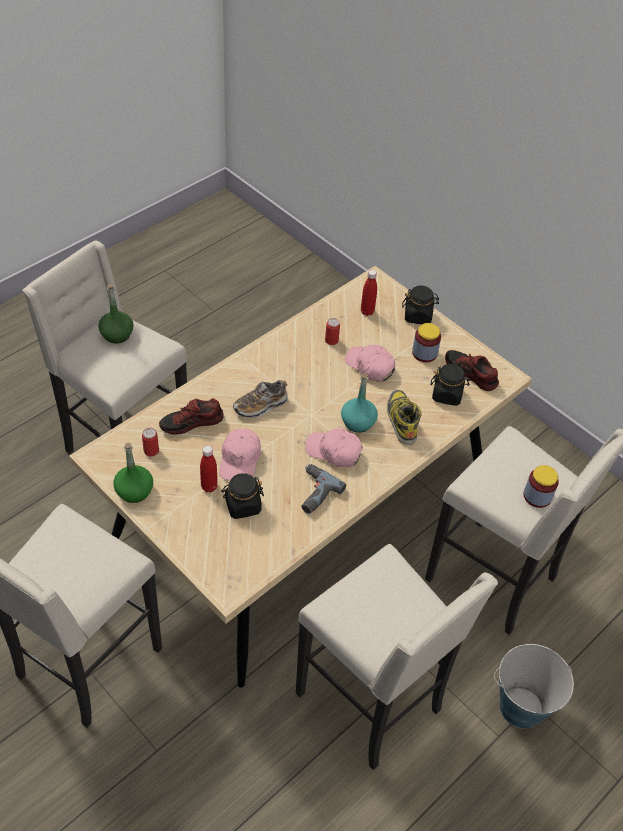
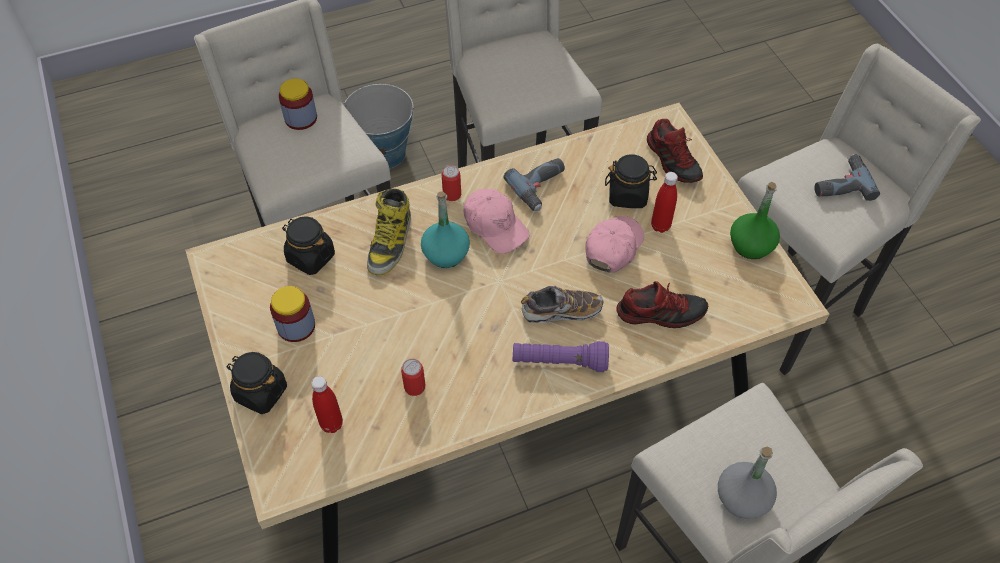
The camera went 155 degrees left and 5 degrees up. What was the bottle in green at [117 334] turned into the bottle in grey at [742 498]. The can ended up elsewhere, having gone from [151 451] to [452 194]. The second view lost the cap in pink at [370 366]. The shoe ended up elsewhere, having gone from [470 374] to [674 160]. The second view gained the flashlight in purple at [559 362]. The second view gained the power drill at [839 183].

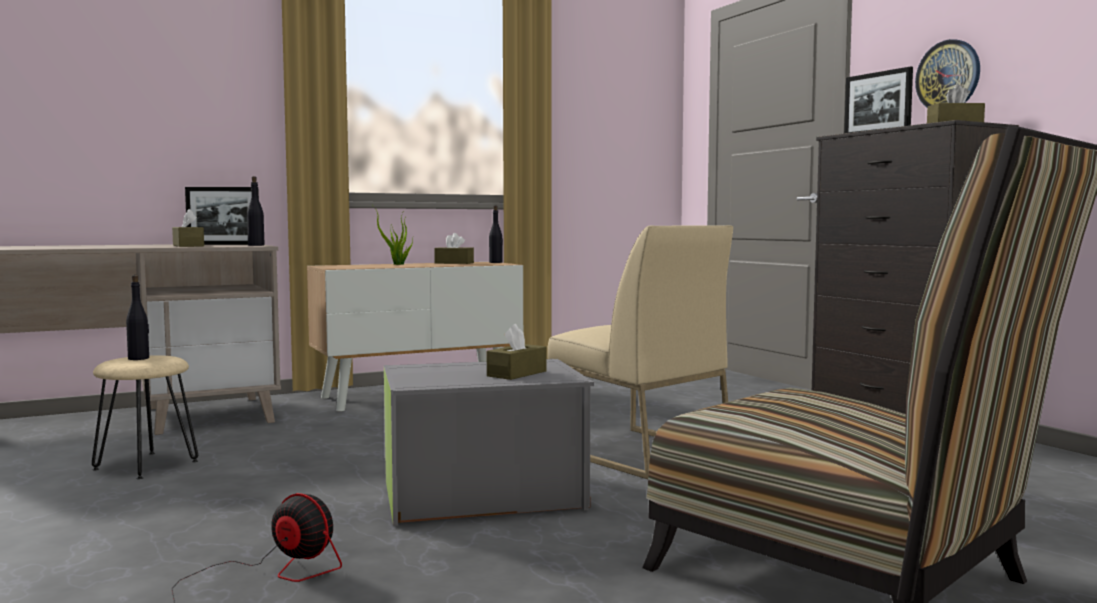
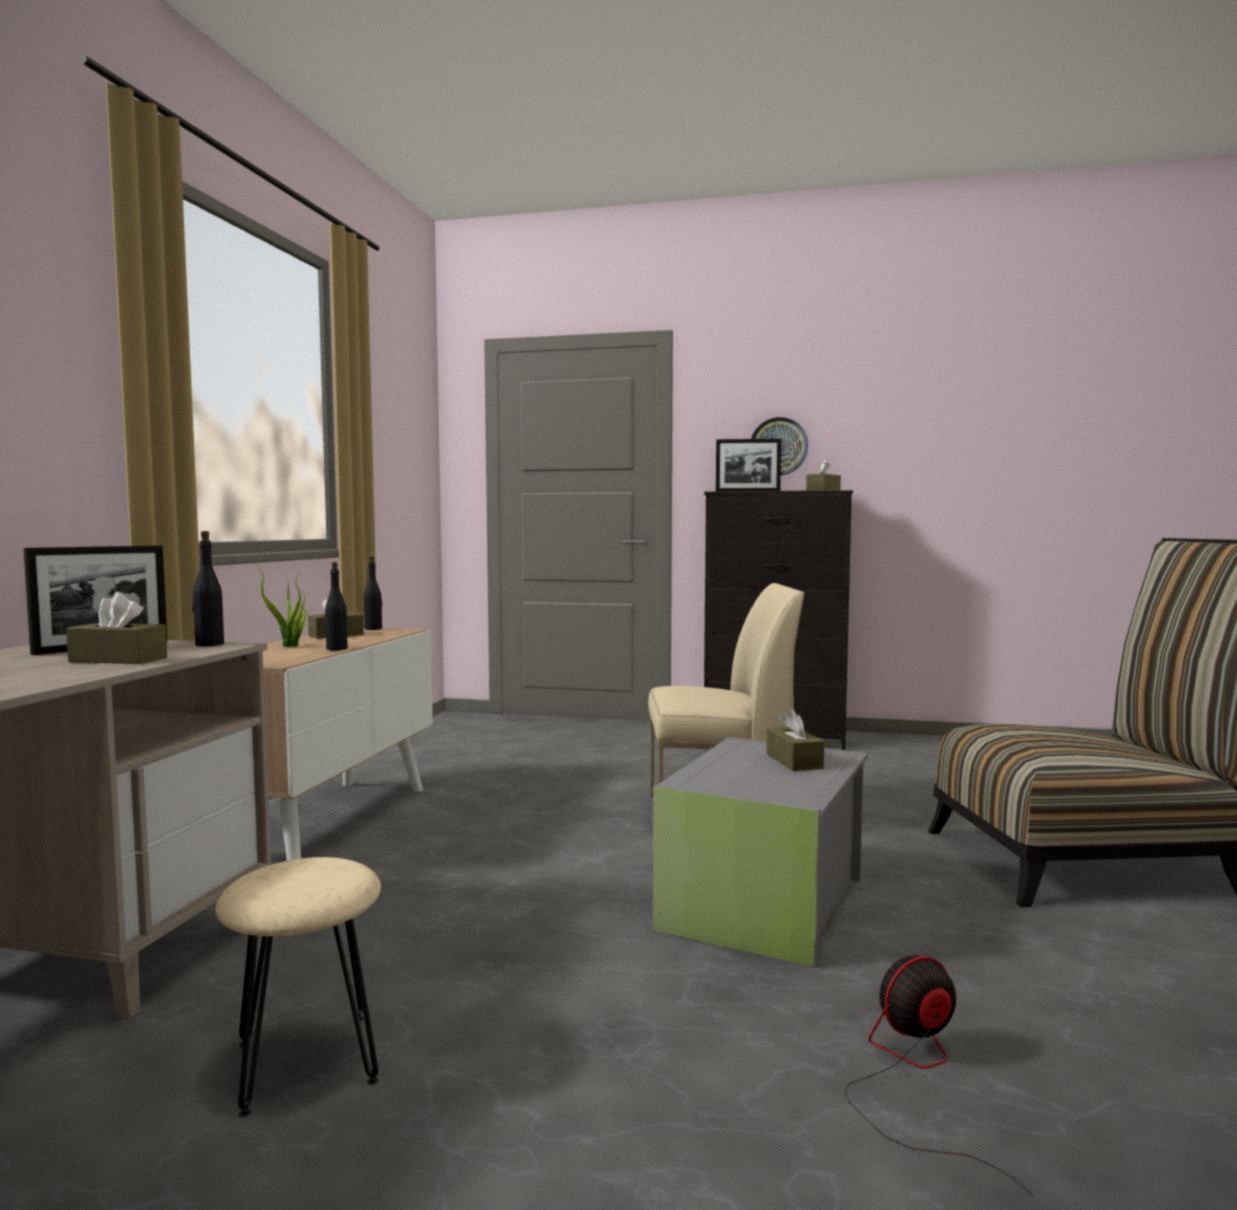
The camera went 50 degrees left and 0 degrees up. The bottle in black ended up elsewhere, having gone from [139 358] to [337 649].

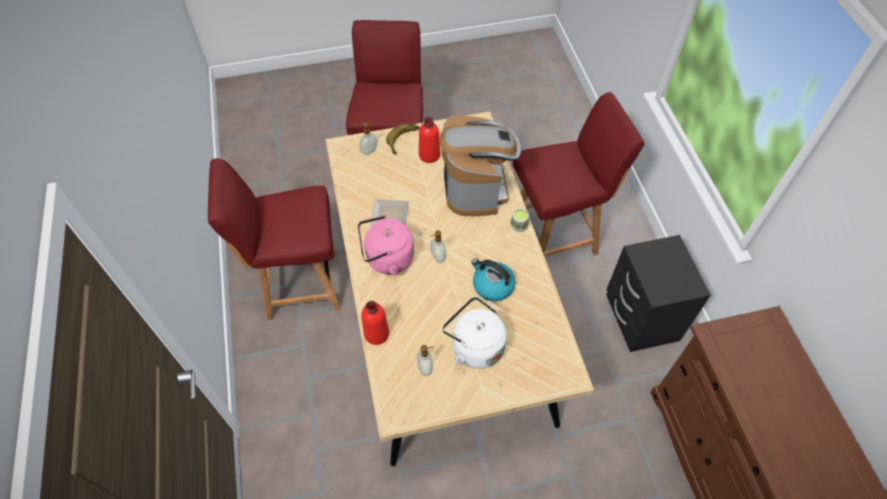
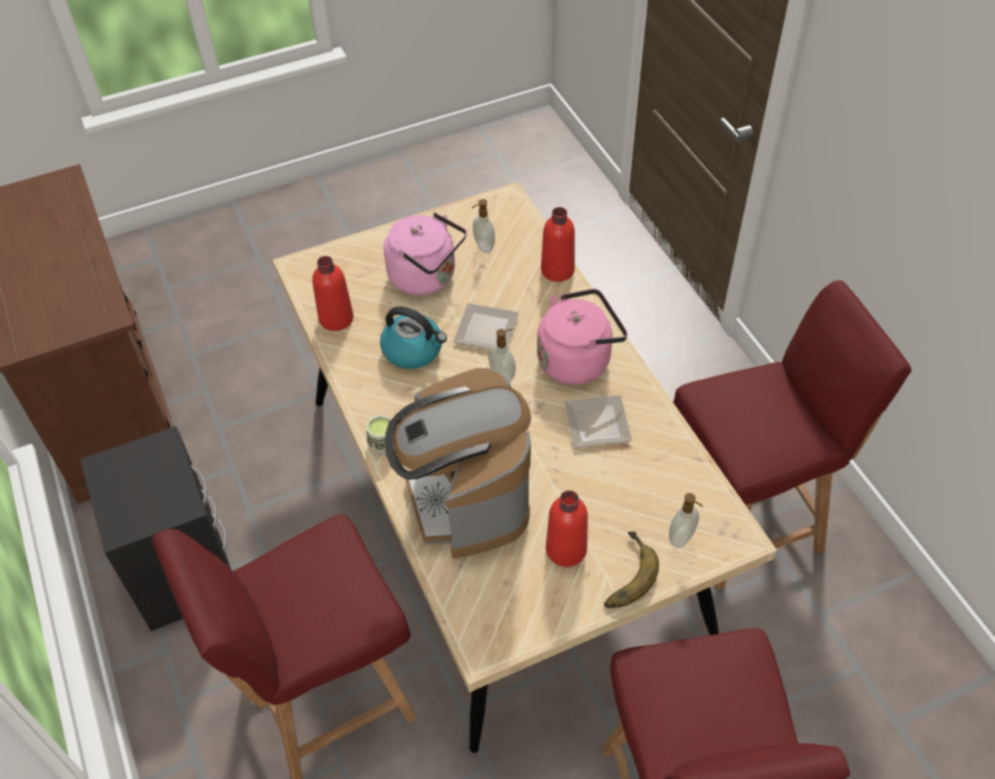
The camera went 170 degrees right and 5 degrees down. What was the kettle in white at [474 346] turned into the kettle in pink at [426 277]. The second view gained the bottle in red at [336 318]. The second view gained the plate at [488 329].

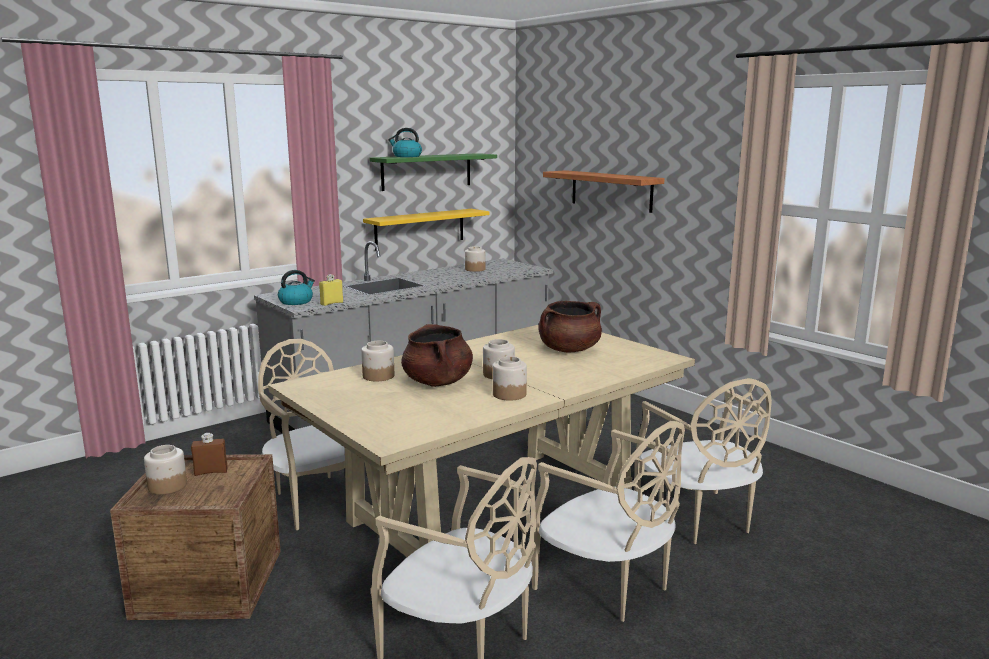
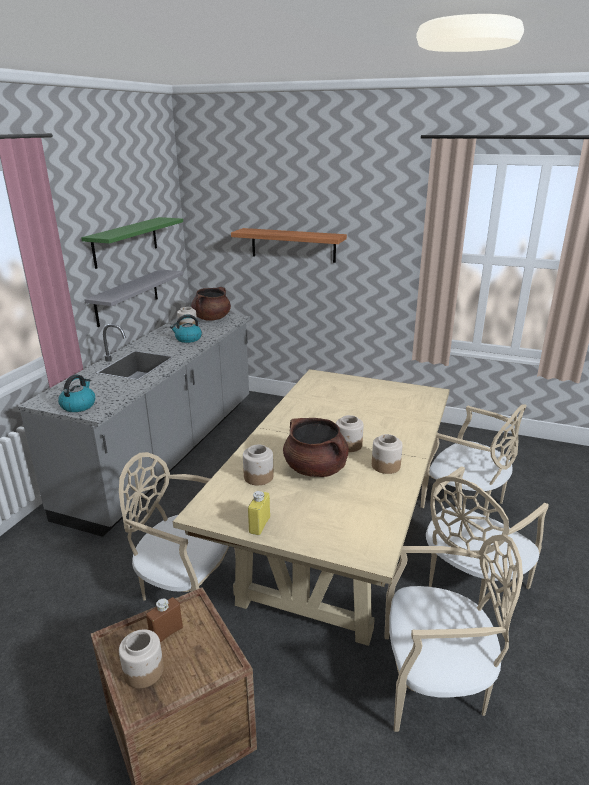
The camera went 30 degrees left and 10 degrees up. The bottle in yellow ended up elsewhere, having gone from [332 303] to [259 525]. What was the shelf in yellow at [420 229] turned into the shelf in grey at [127 297]. The kettle ended up elsewhere, having gone from [406 156] to [188 339]. The chair in beige at [607 585] ended up facing another way, 120 degrees clockwise from before. The cooking pot in brown ended up elsewhere, having gone from [569 350] to [212 318].

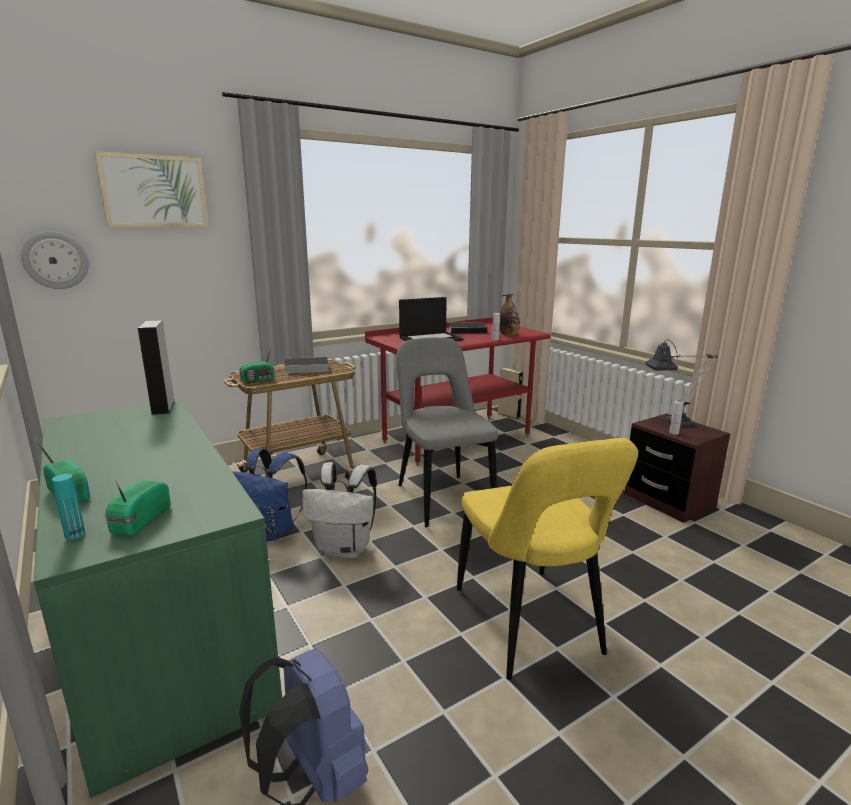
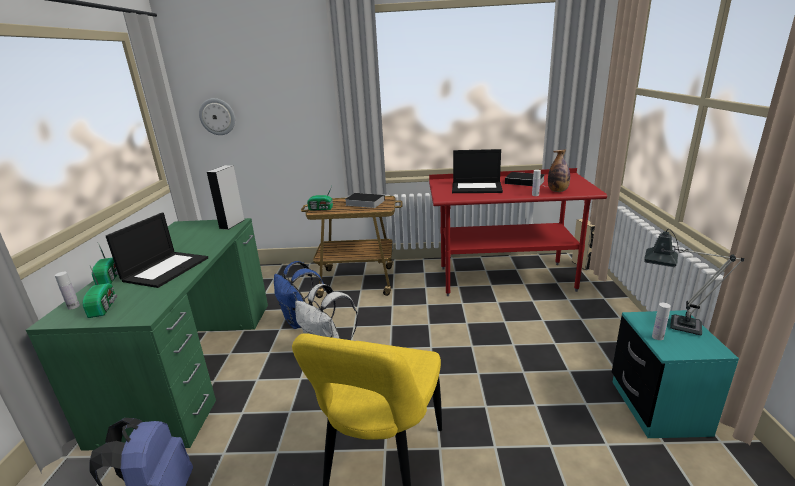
The camera went 35 degrees right and 5 degrees up. What was the bottle in turquoise at [75 535] turned into the bottle in white at [73 306]. The second view lost the picture at [154 191]. The radio at [139 521] ended up facing another way, 120 degrees clockwise from before. The second view lost the chair in grey at [442 497]. What was the nightstand in brown at [668 501] turned into the nightstand in turquoise at [658 407]. The second view gained the laptop at [166 269].

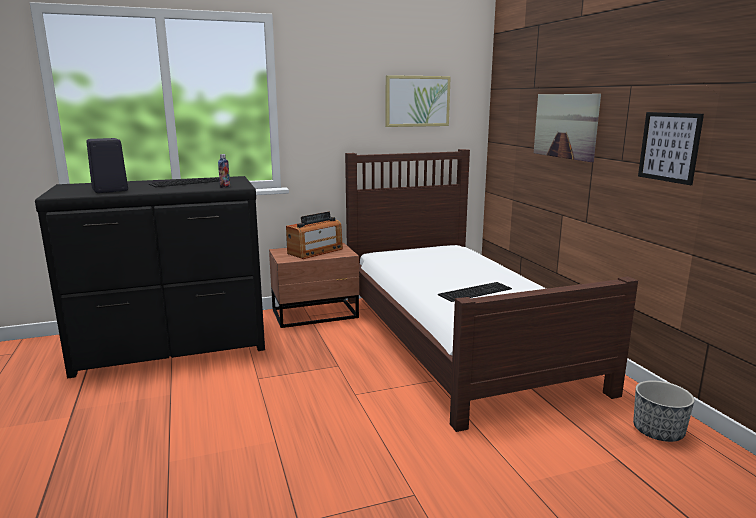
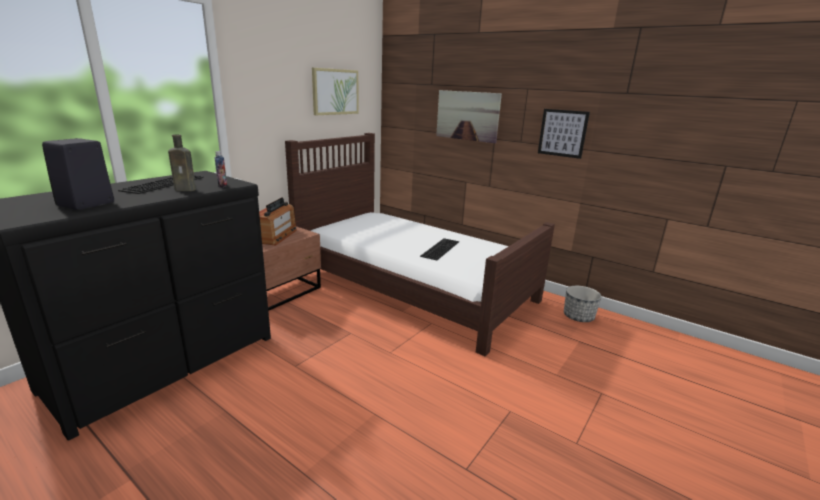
The camera went 35 degrees left and 5 degrees up. The second view gained the bottle in brown at [186 189].

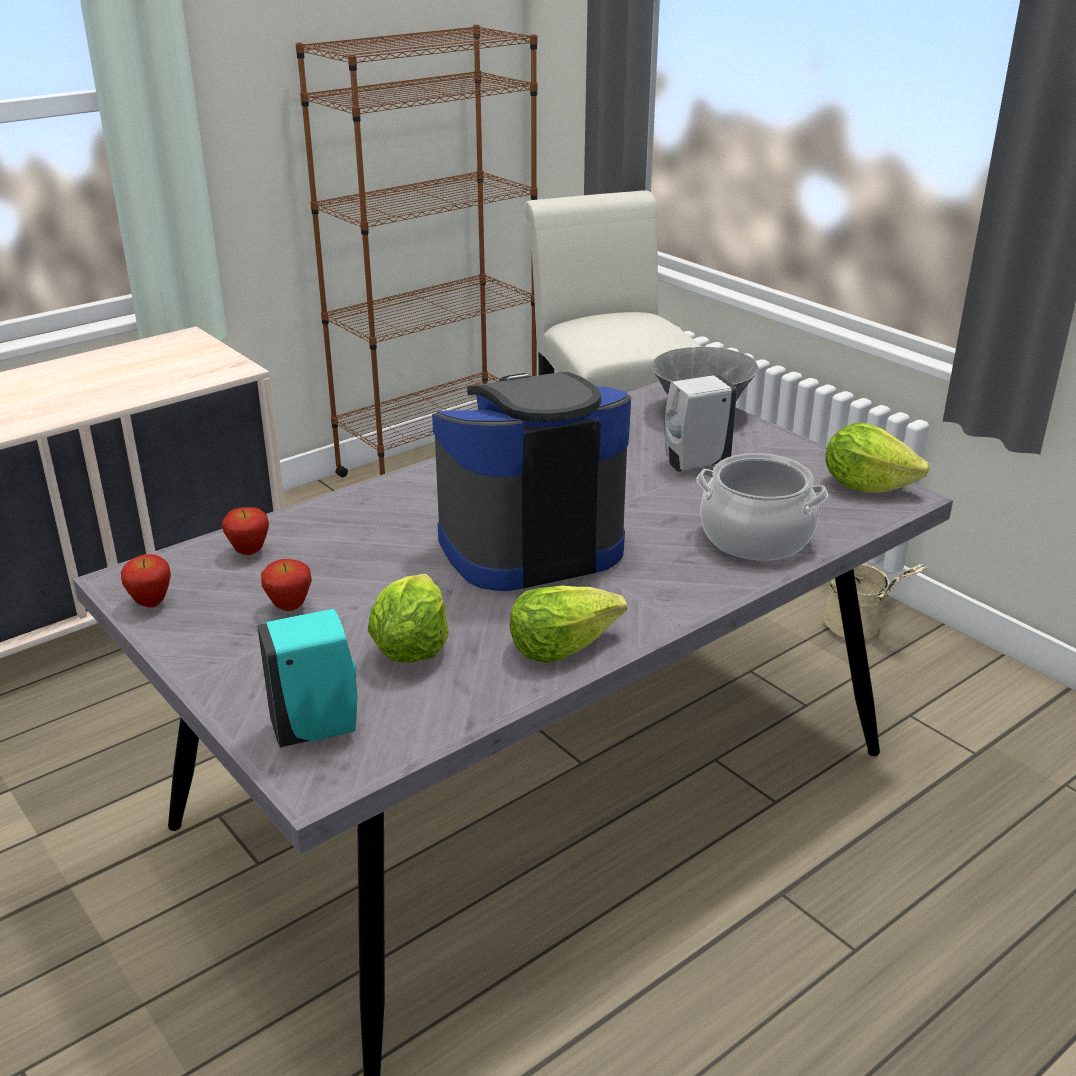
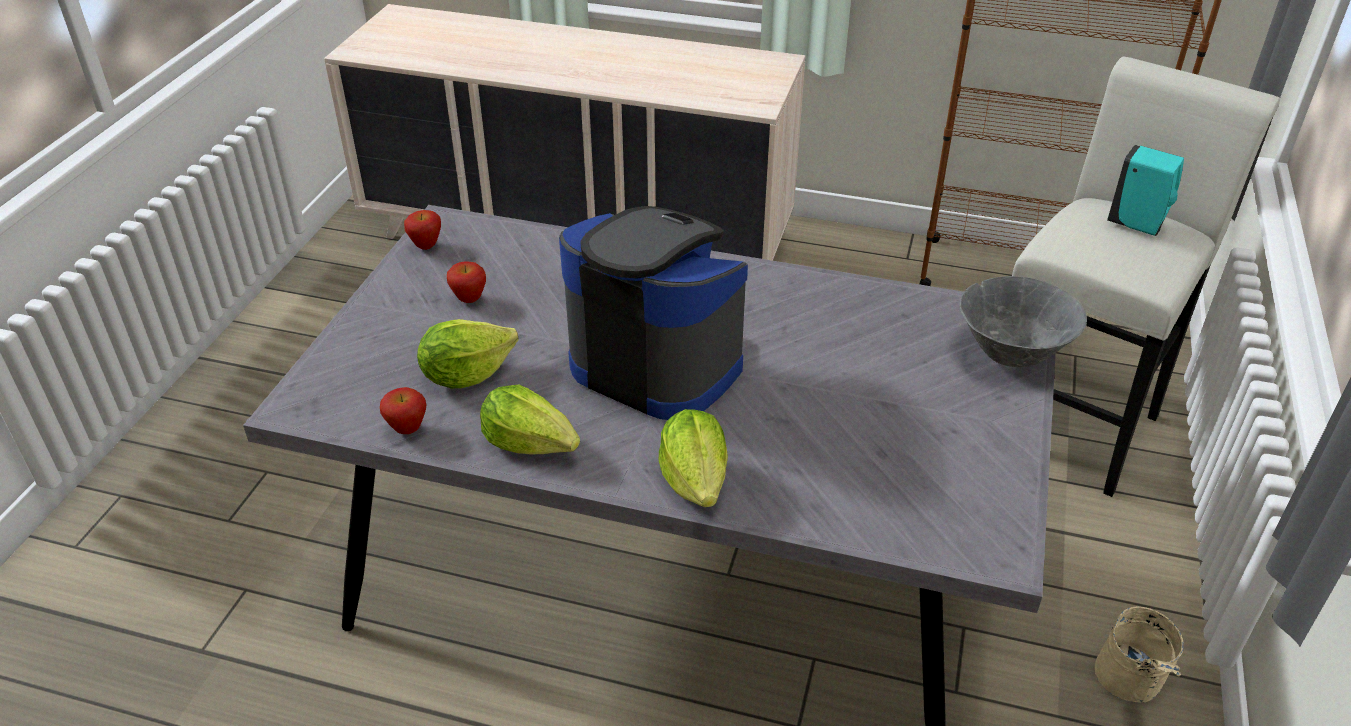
The camera went 55 degrees right and 10 degrees up. The apple ended up elsewhere, having gone from [249 552] to [407 430]. The soap dispenser in turquoise ended up elsewhere, having gone from [318 728] to [1138 225]. The second view lost the soap dispenser in white at [694 464]. The second view lost the cooking pot at [756 537]. The lettuce ended up elsewhere, having gone from [866 486] to [695 480].

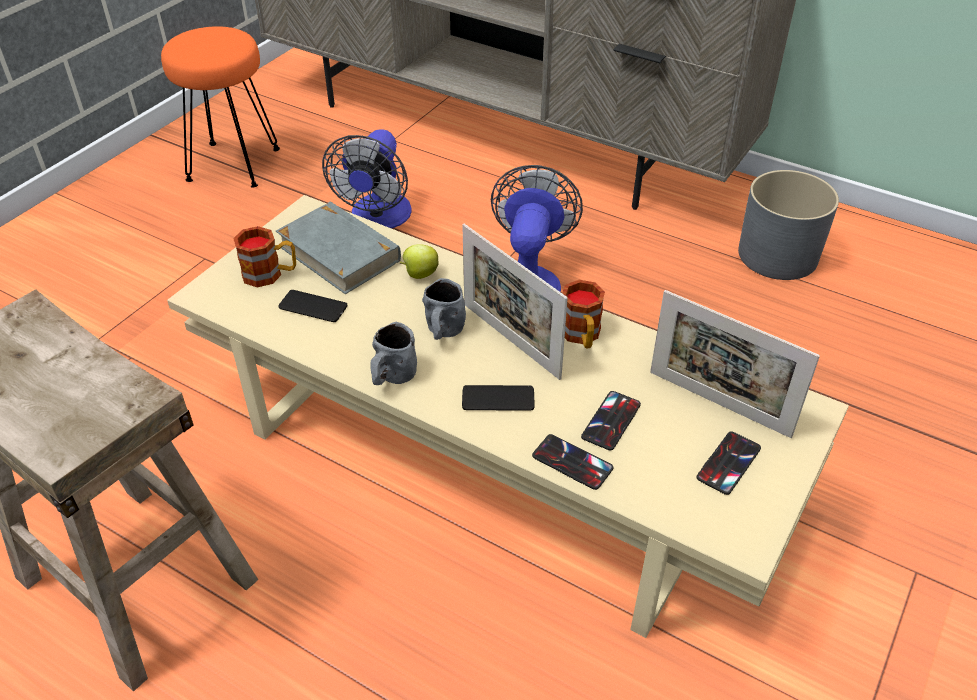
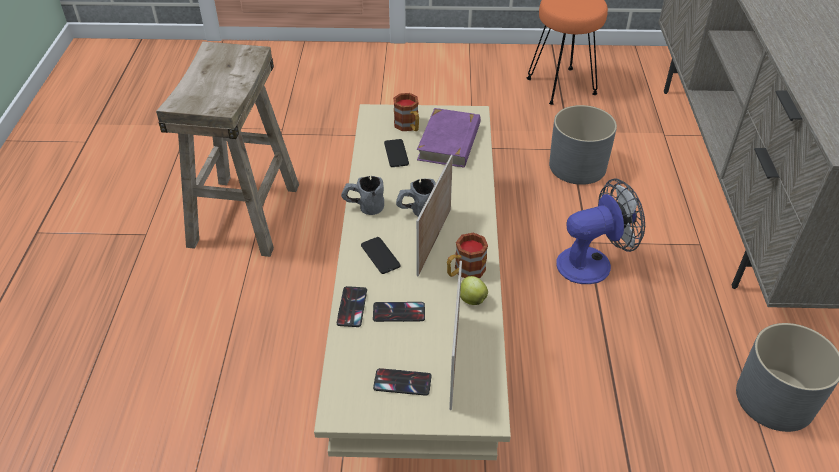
The camera went 60 degrees right and 0 degrees up. What was the book in grey at [339 253] turned into the book in purple at [449 142]. Where the fan stood at [378 218], the planter in grey came to stand at [578 166]. The apple ended up elsewhere, having gone from [419 274] to [471 299].

